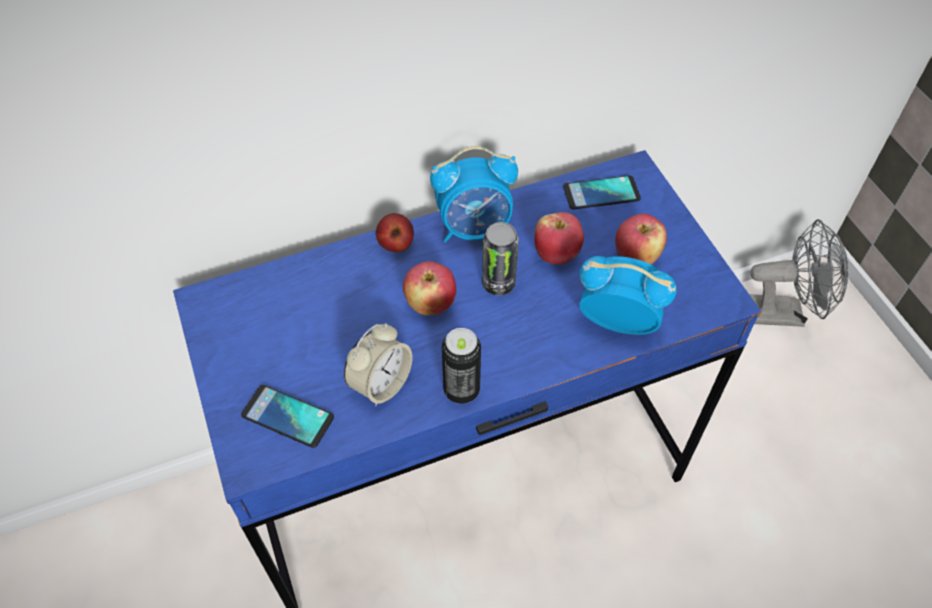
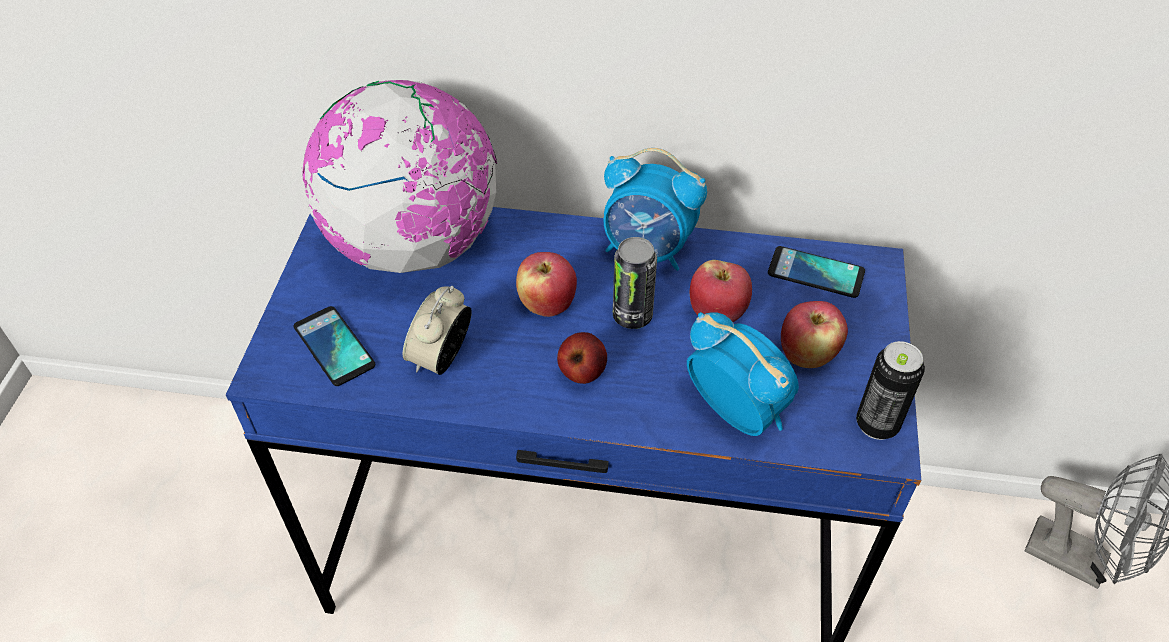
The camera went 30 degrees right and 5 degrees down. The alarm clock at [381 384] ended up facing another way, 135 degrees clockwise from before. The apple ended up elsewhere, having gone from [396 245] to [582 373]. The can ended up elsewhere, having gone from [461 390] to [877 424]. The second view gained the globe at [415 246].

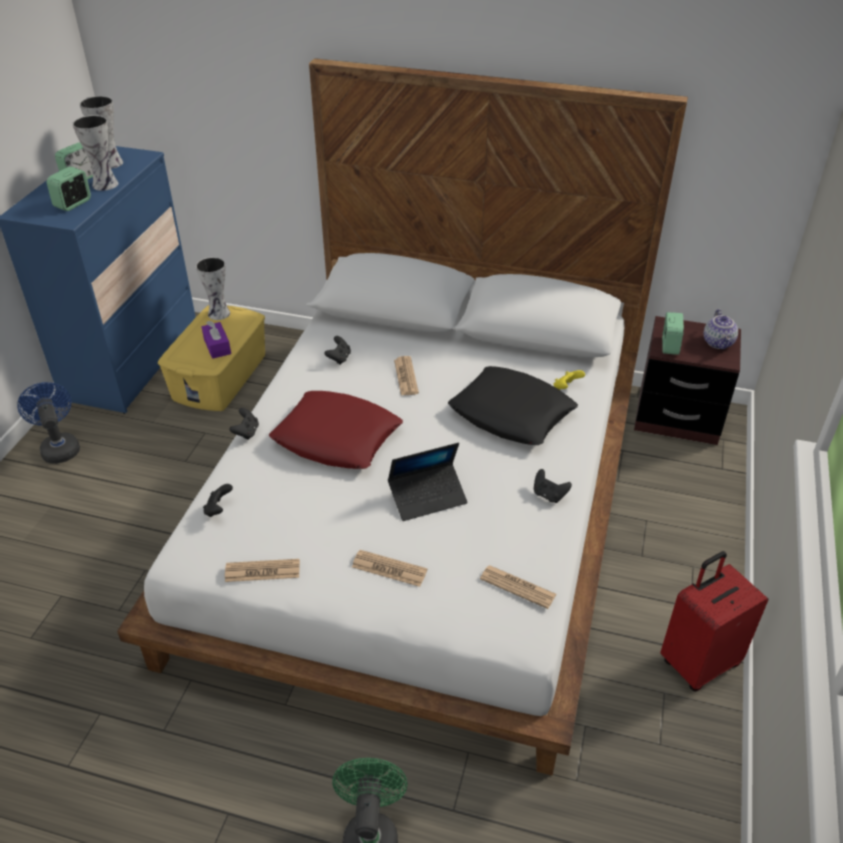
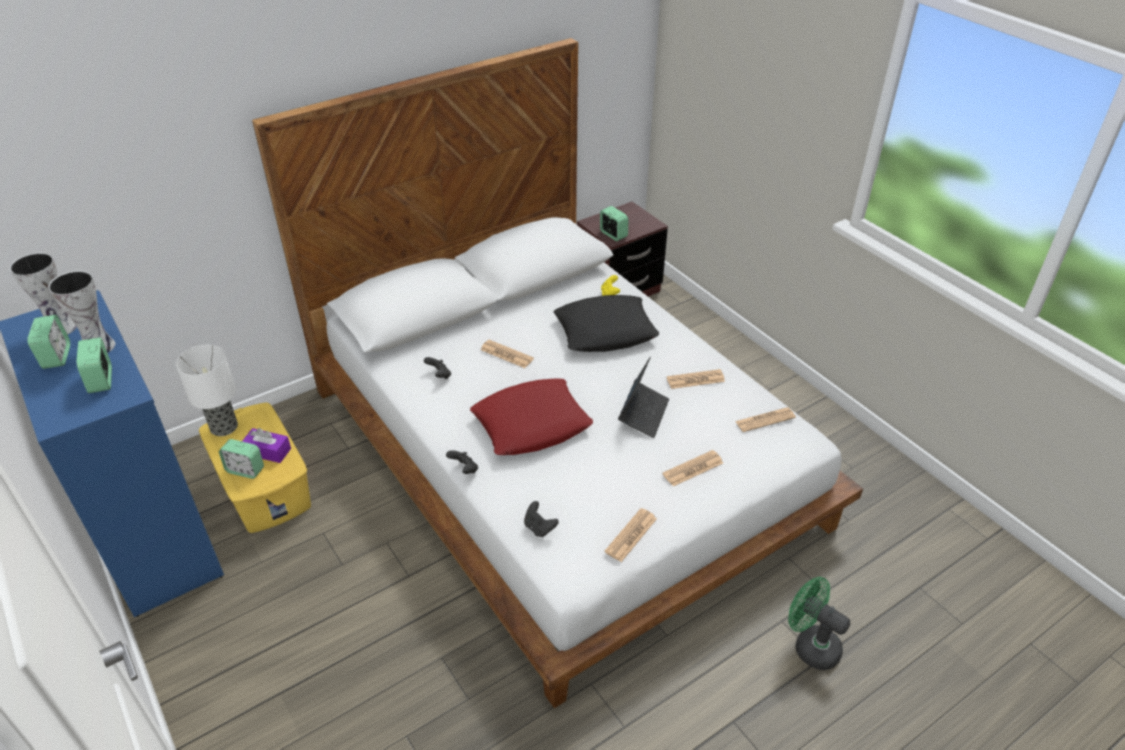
The camera went 50 degrees left and 0 degrees up. The second view lost the fan in blue at [59 447]. Where the vase stood at [220 314], the table lamp came to stand at [225 427]. The second view lost the game controller in black at [549 495]. The second view lost the suitcase in red at [698 662]. The second view lost the teapot at [718 343]. The second view gained the alarm clock at [245 470]. The second view gained the newspaper at [695 380].

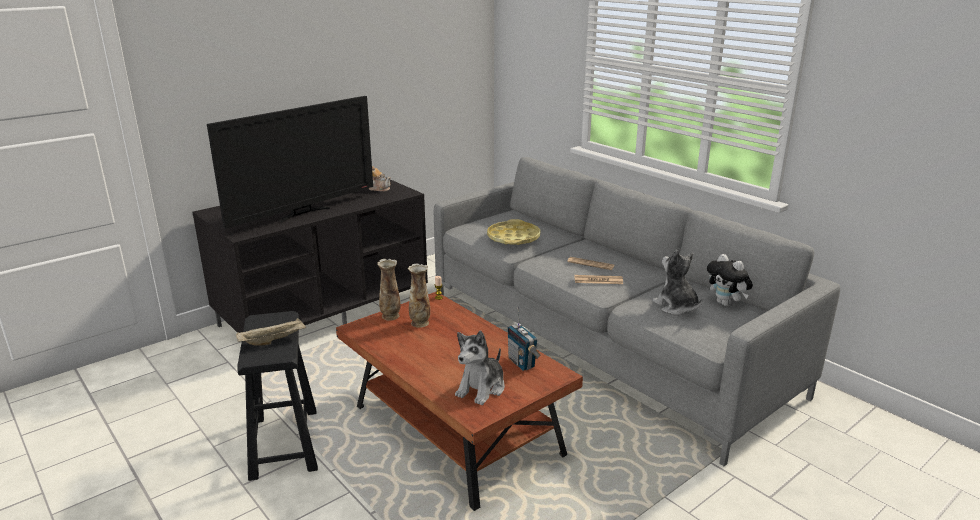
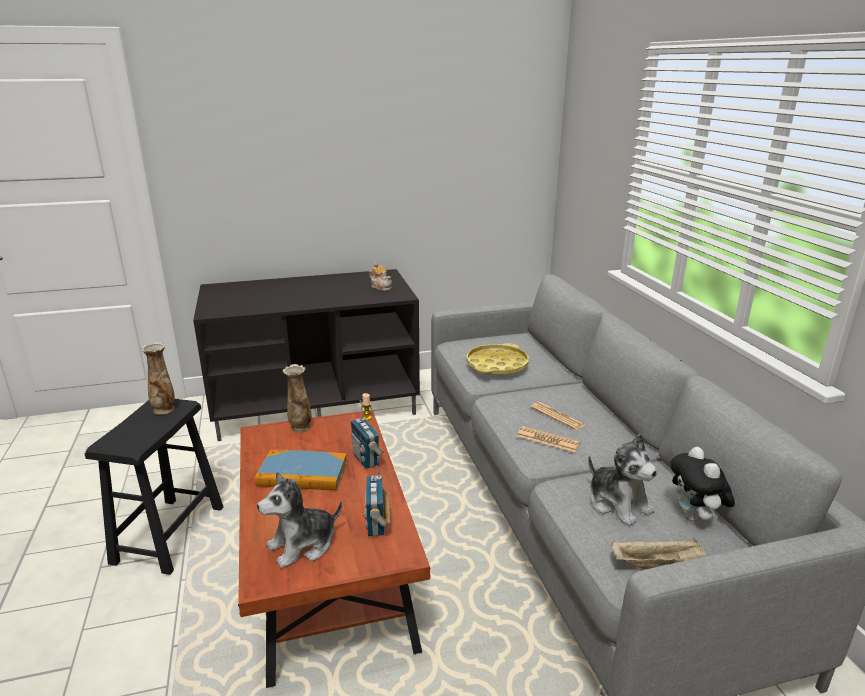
The camera went 25 degrees right and 0 degrees up. The second view lost the television at [303 213]. The tray in beige ended up elsewhere, having gone from [273 340] to [658 563]. The vase ended up elsewhere, having gone from [420 323] to [164 409]. The plush toy at [676 307] ended up facing another way, 150 degrees clockwise from before. The second view gained the book at [302 474]. The second view gained the radio at [366 460].

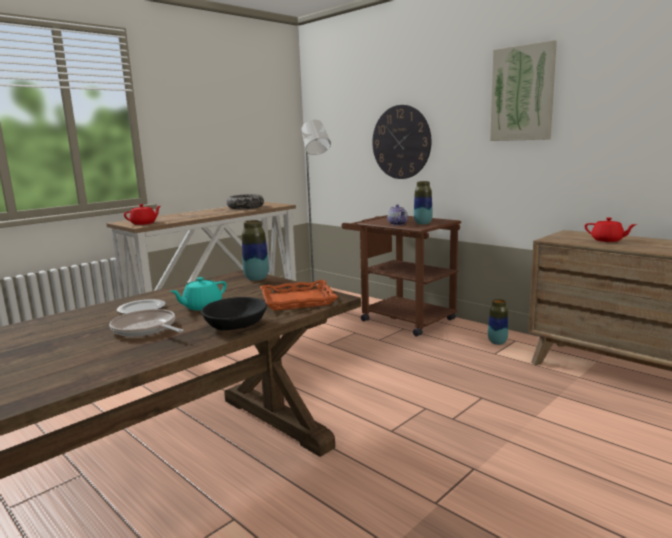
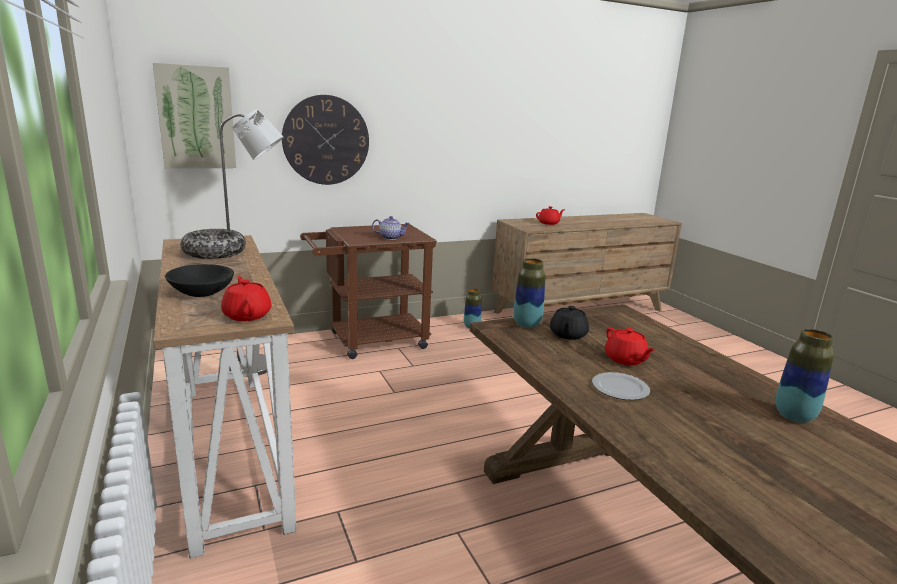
The camera went 70 degrees left and 5 degrees up. The second view lost the frying pan at [146 329]. What was the teapot in turquoise at [201 307] turned into the teapot in red at [625 360]. The bowl in black ended up elsewhere, having gone from [236 325] to [201 291]. The second view lost the tray in orange at [297 300]. The vase ended up elsewhere, having gone from [423 223] to [794 416]. The picture ended up elsewhere, having gone from [522 93] to [196 117]. The second view gained the teapot in black at [567 335].

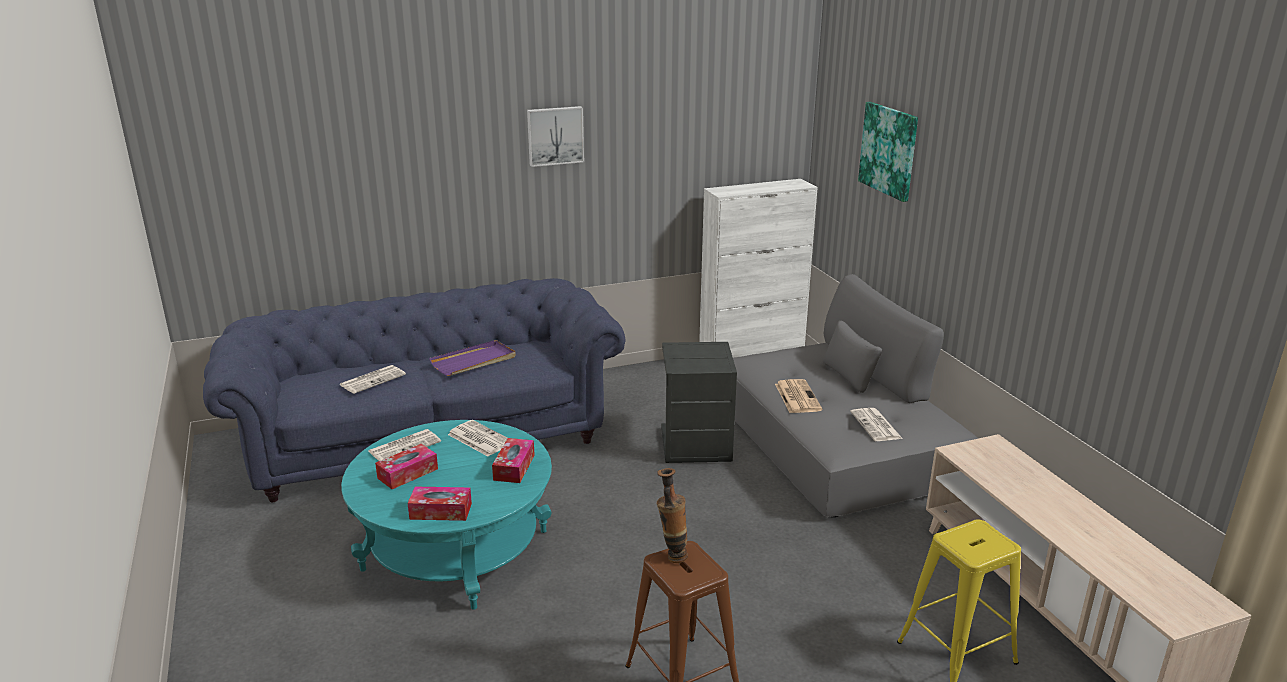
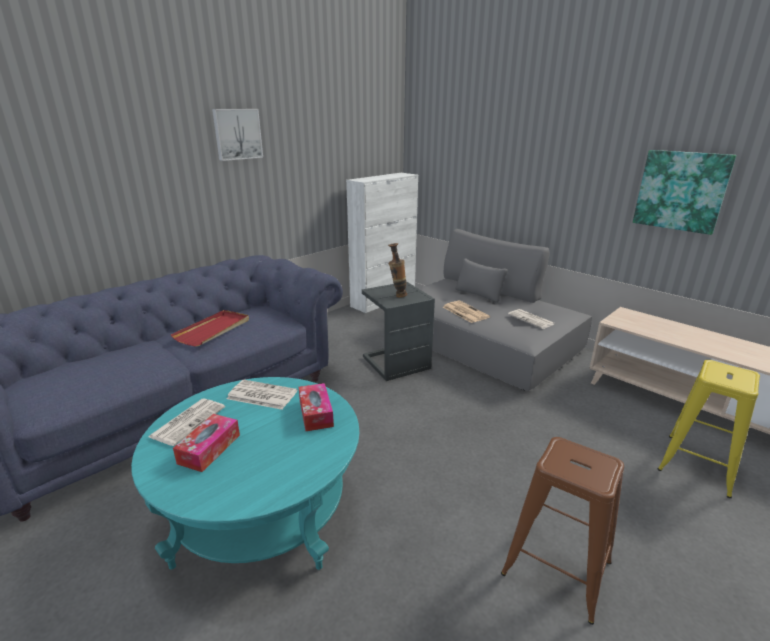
The camera went 25 degrees left and 0 degrees up. The second view lost the newspaper at [373 379]. The second view lost the tissue box at [441 511]. What was the tray in purple at [474 361] turned into the tray in red at [213 330]. The vase ended up elsewhere, having gone from [672 555] to [397 295]. The picture ended up elsewhere, having gone from [889 150] to [681 191].

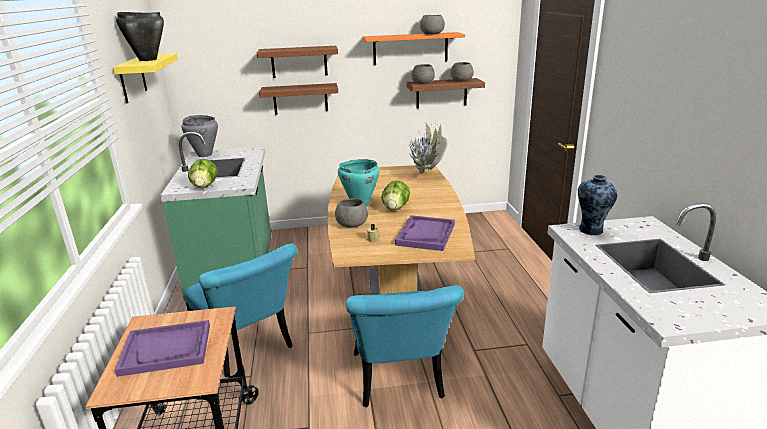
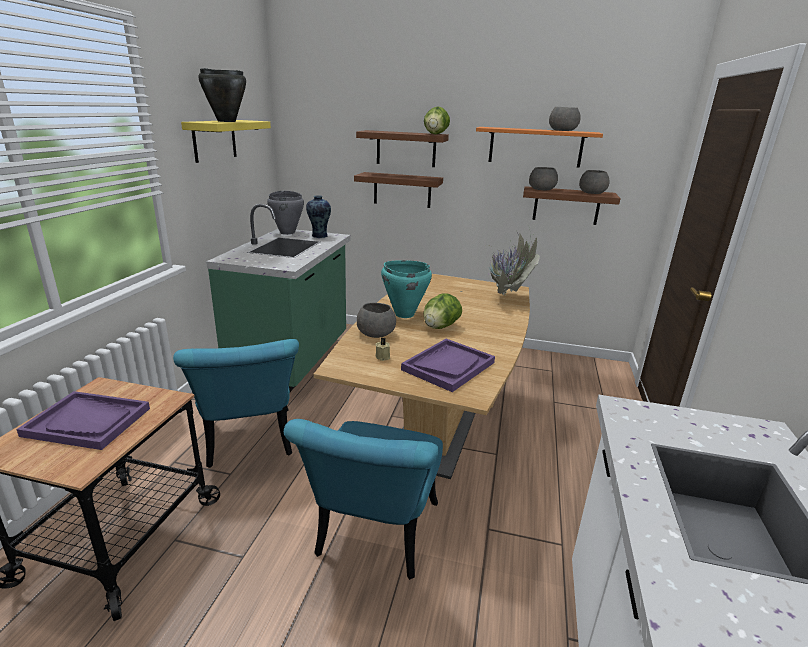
The camera went 20 degrees right and 0 degrees up. The lettuce ended up elsewhere, having gone from [205 186] to [435 134]. The vase ended up elsewhere, having gone from [591 231] to [319 236].

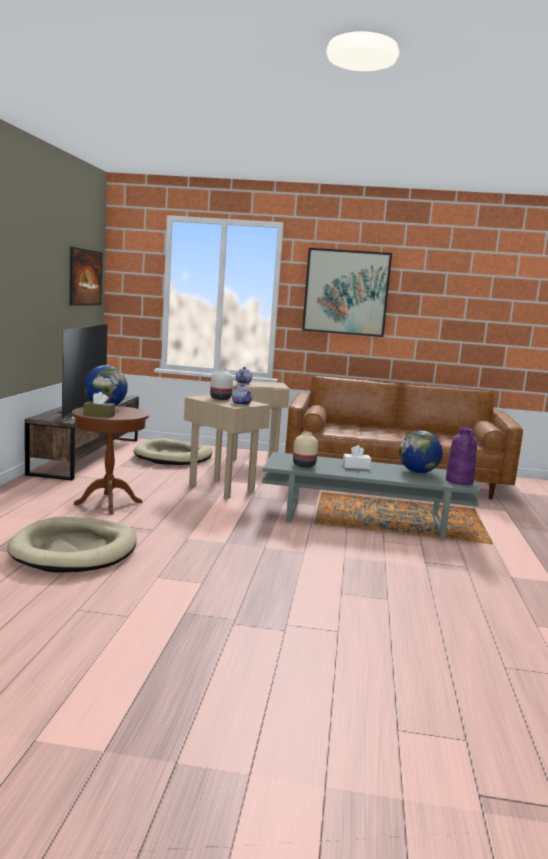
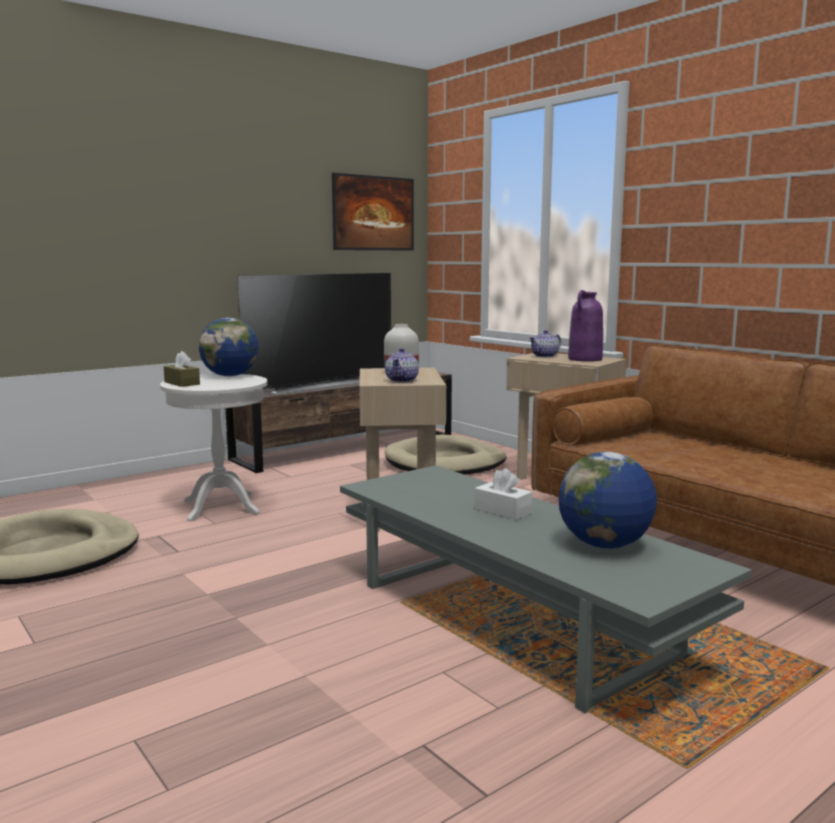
The camera went 45 degrees right and 0 degrees up. What was the side table in brown at [108 503] turned into the side table in white at [220 507]. The second view lost the vase in beige at [303 465]. The second view lost the picture at [346 292]. The vase in purple ended up elsewhere, having gone from [459 481] to [585 359].

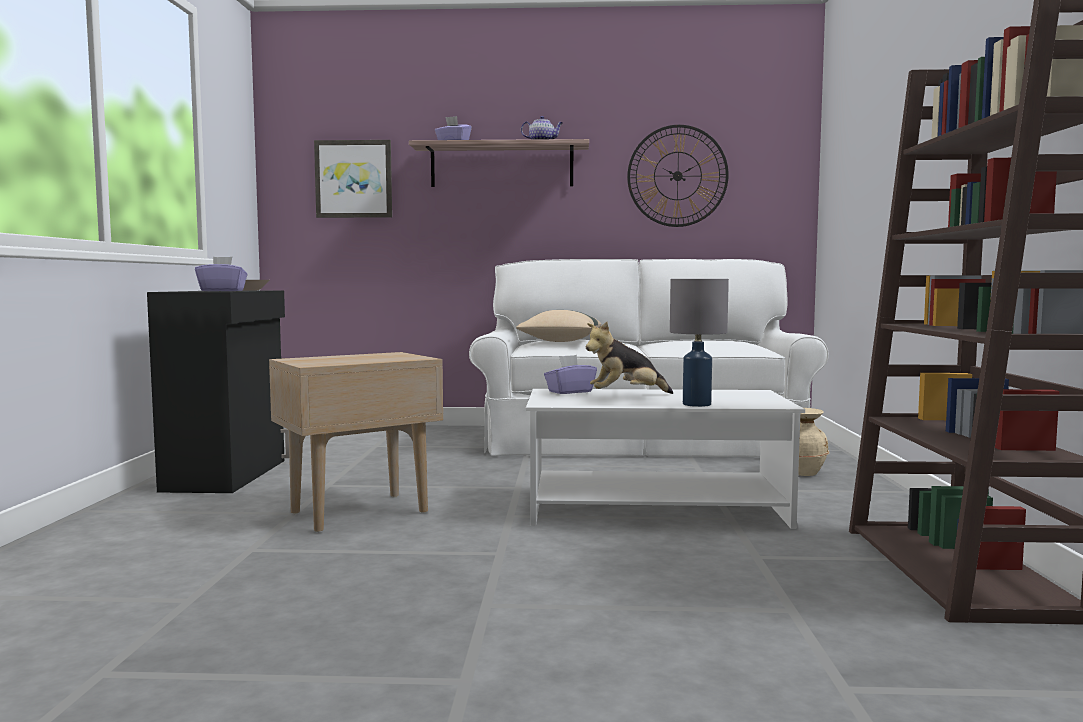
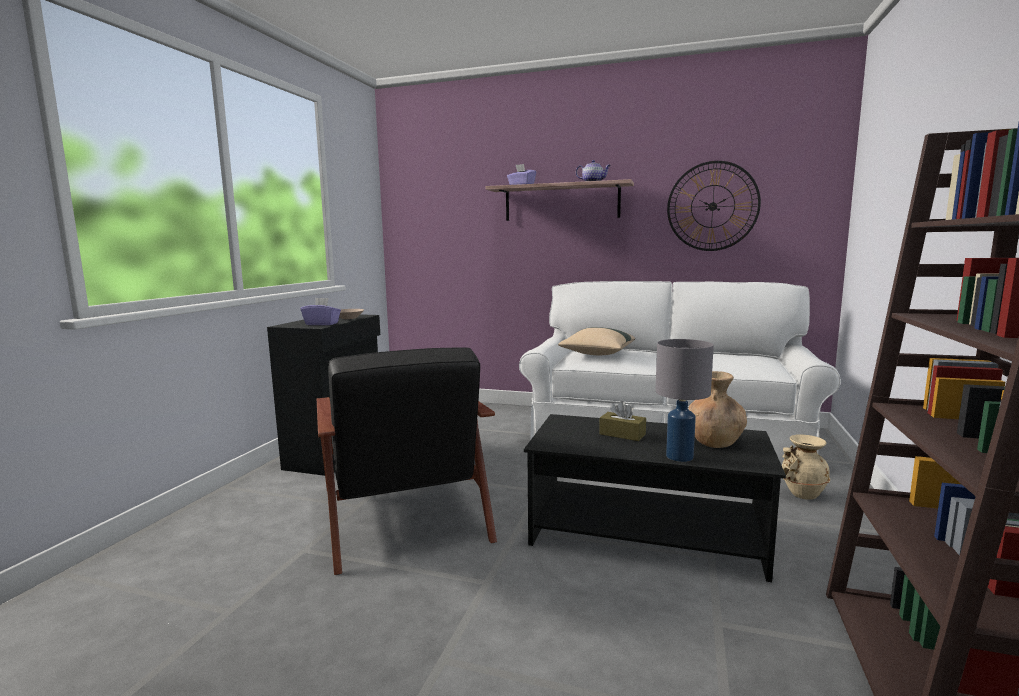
The camera went 15 degrees right and 5 degrees up. Where the side table in beige stood at [357 513], the armchair in black came to stand at [402 511]. The second view lost the picture at [354 179]. What was the coffee table in white at [657 508] turned into the coffee table in black at [647 532]. The second view lost the tissue box in purple at [570 391]. Where the plush toy stood at [626 396], the tissue box in brown came to stand at [622 434]. The second view gained the vase in brown at [714 442].

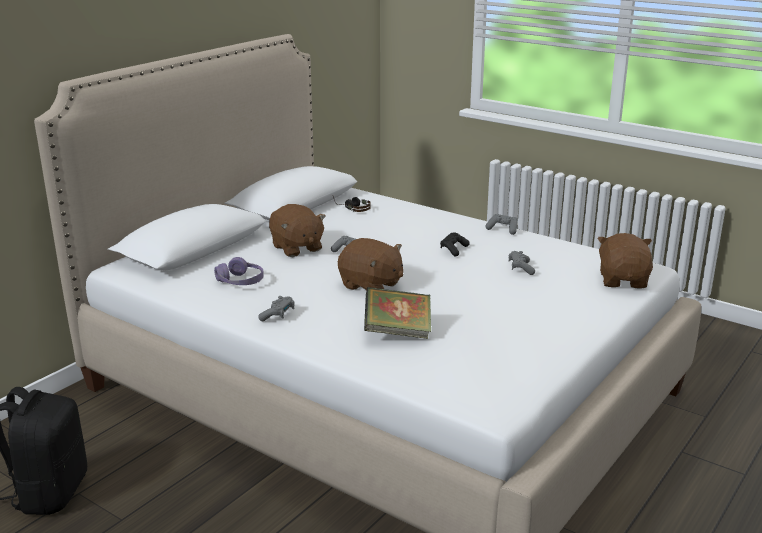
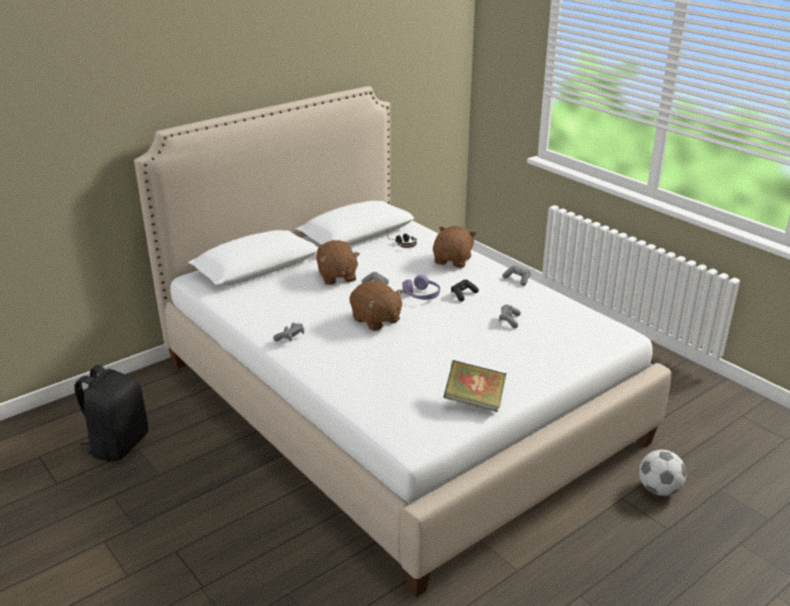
The camera went 15 degrees right and 5 degrees up. The headphones in purple ended up elsewhere, having gone from [240 281] to [421 295]. The book ended up elsewhere, having gone from [397 332] to [474 401]. The plush toy in brown ended up elsewhere, having gone from [623 280] to [453 261]. The second view gained the football at [659 489].

